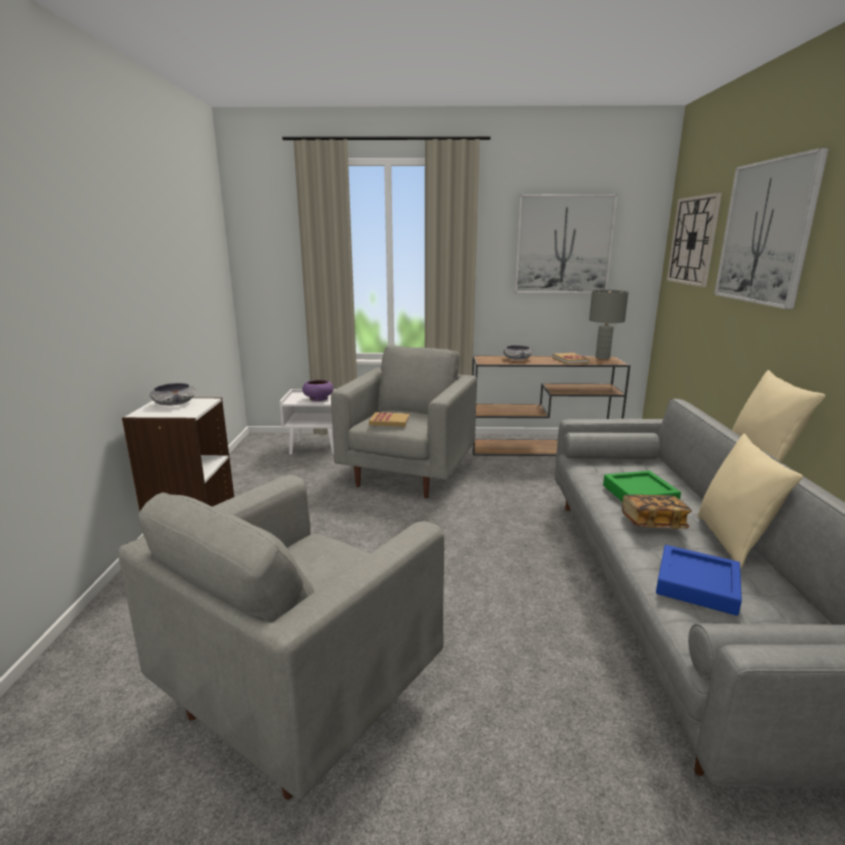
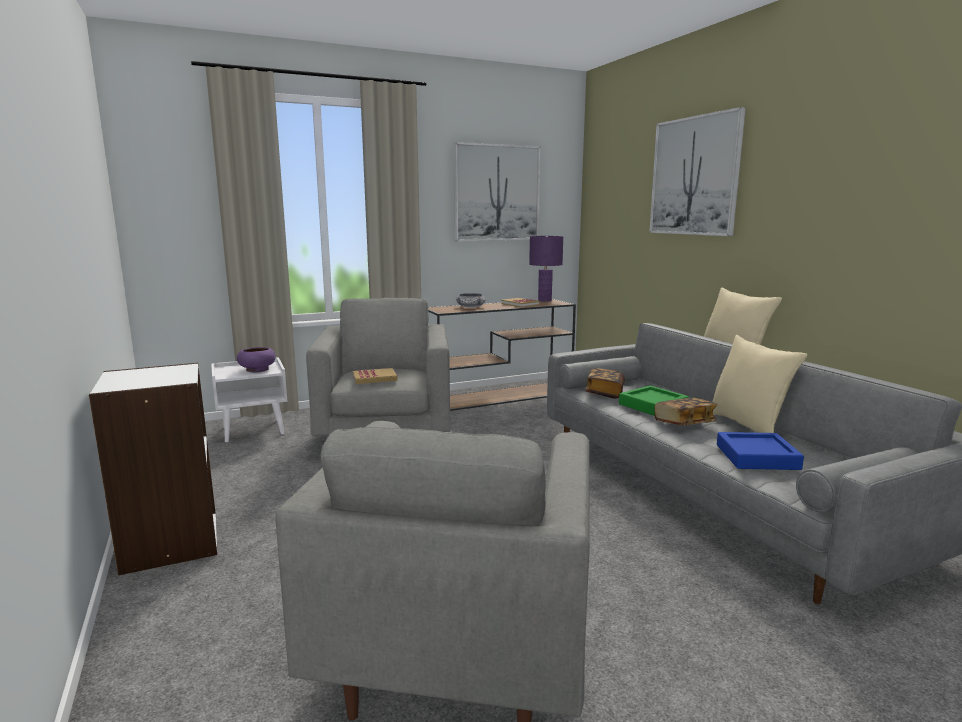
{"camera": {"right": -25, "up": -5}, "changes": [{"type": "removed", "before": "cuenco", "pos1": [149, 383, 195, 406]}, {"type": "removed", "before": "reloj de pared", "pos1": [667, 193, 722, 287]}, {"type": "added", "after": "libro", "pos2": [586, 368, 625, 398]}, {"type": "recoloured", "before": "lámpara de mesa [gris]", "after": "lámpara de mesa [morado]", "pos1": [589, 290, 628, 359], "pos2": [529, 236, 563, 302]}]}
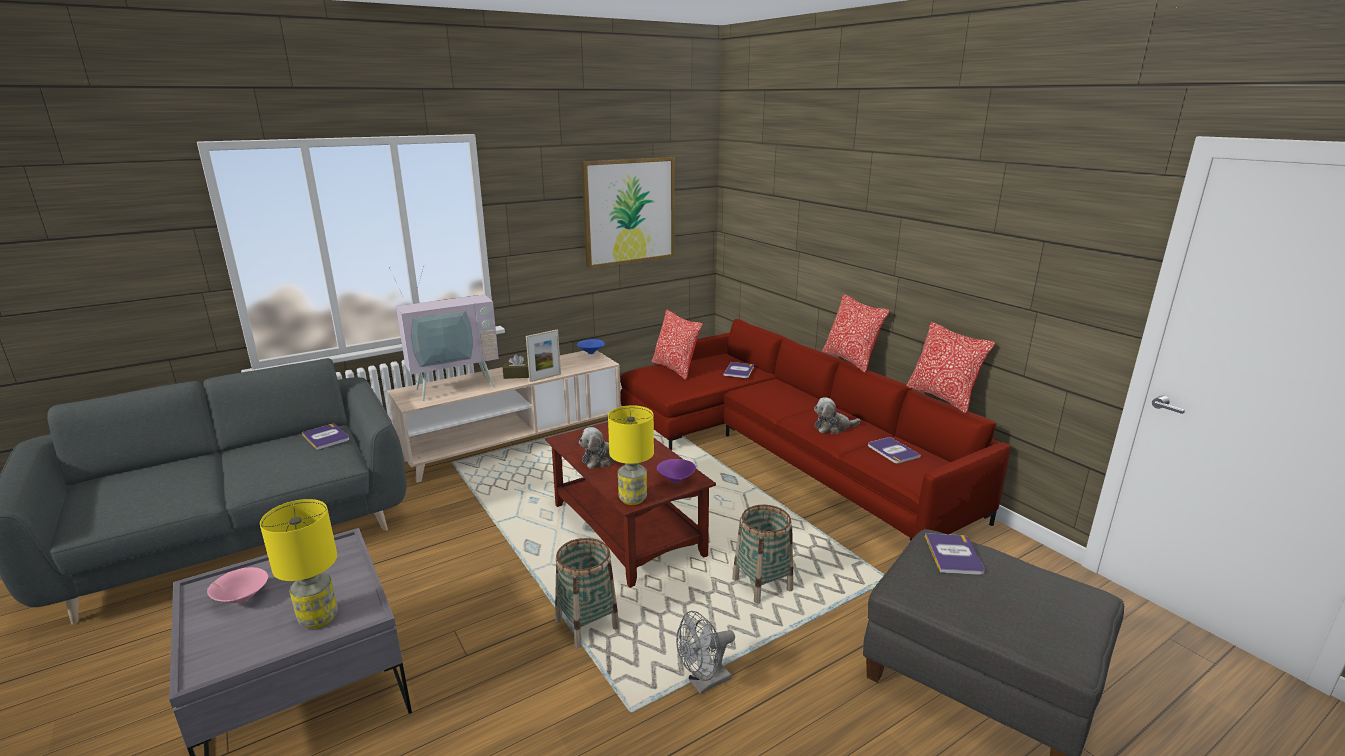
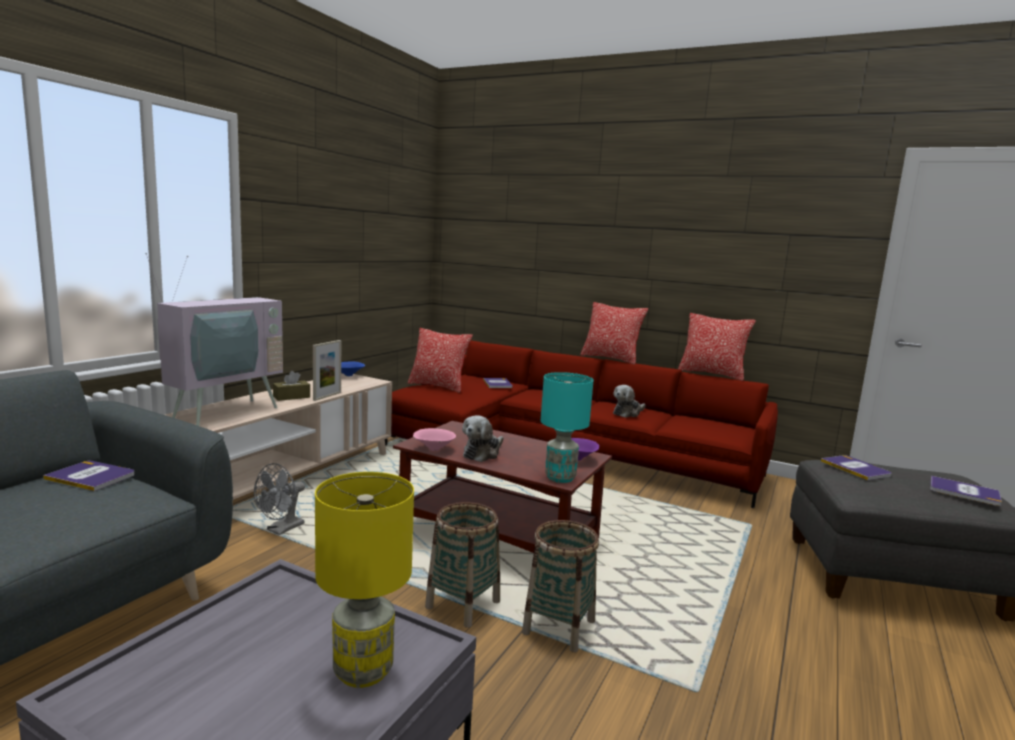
{"camera": {"right": -30, "up": -10}, "changes": [{"type": "removed", "before": "cuadro", "pos1": [581, 157, 675, 268]}, {"type": "moved", "before": "cuenco [rosa]", "pos1": [207, 567, 268, 603], "pos2": [413, 428, 456, 451]}, {"type": "moved", "before": "ventilador [gris]", "pos1": [676, 611, 735, 694], "pos2": [254, 463, 305, 535]}, {"type": "moved", "before": "cesta", "pos1": [732, 505, 793, 604], "pos2": [425, 502, 500, 628]}, {"type": "moved", "before": "libro", "pos1": [868, 437, 921, 463], "pos2": [930, 476, 1002, 506]}, {"type": "recoloured", "before": "lámpara de mesa [amarillo]", "after": "lámpara de mesa [turquesa]", "pos1": [608, 405, 654, 505], "pos2": [541, 372, 594, 483]}]}
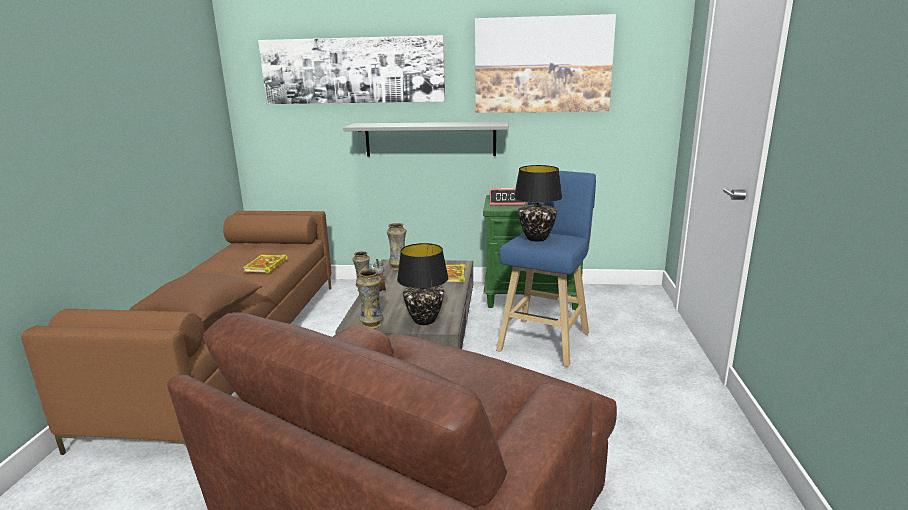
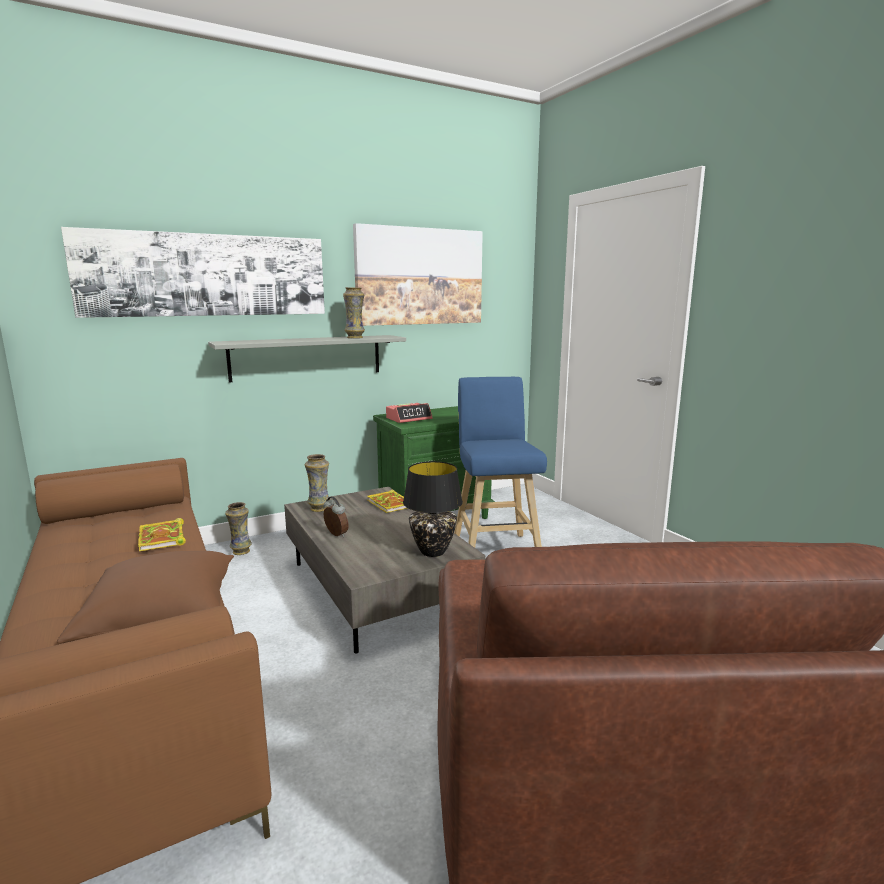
{"camera": {"right": -35, "up": -5}, "changes": [{"type": "removed", "before": "lámpara de mesa [negro]", "pos1": [514, 165, 563, 242]}, {"type": "moved", "before": "florero", "pos1": [356, 269, 383, 329], "pos2": [343, 287, 365, 338]}]}
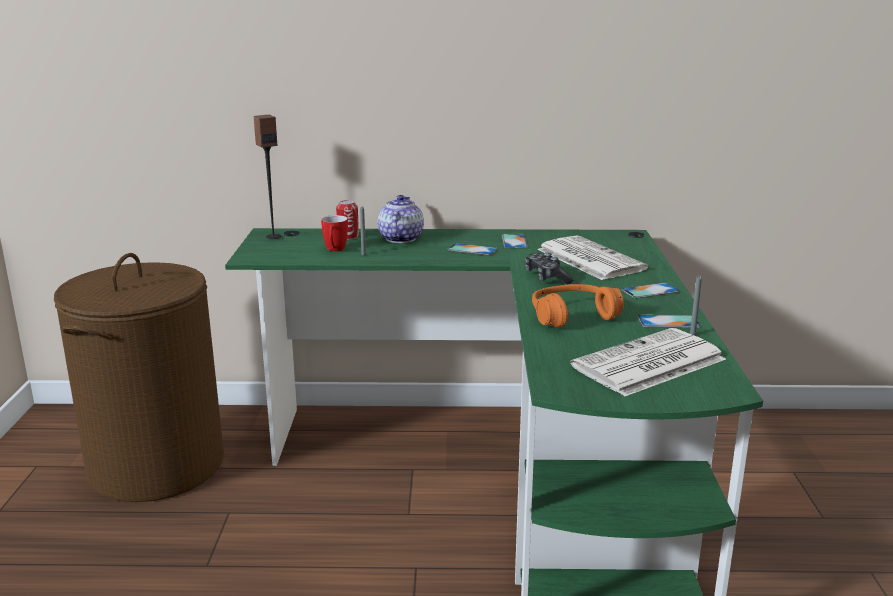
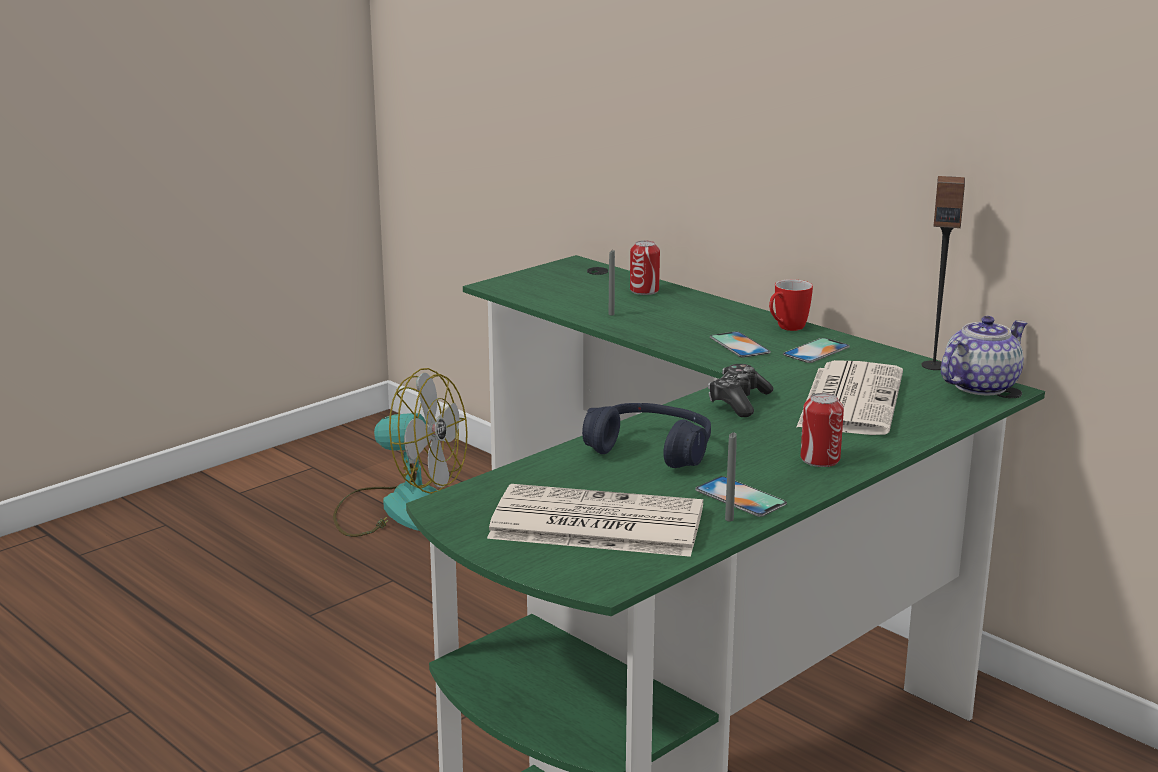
{"camera": {"right": 45, "up": 0}, "changes": [{"type": "moved", "before": "altavoz", "pos1": [254, 115, 281, 239], "pos2": [921, 176, 965, 370]}, {"type": "moved", "before": "taza grande", "pos1": [321, 215, 348, 251], "pos2": [769, 279, 813, 331]}, {"type": "moved", "before": "tetera", "pos1": [377, 195, 424, 243], "pos2": [941, 316, 1027, 396]}, {"type": "replaced", "before": "cesto de la ropa [marrón]", "after": "ventilador", "pos1": [54, 253, 224, 502], "pos2": [333, 368, 468, 537]}, {"type": "replaced", "before": "móvil", "after": "lata", "pos1": [621, 282, 680, 298], "pos2": [800, 393, 844, 467]}, {"type": "recoloured", "before": "auriculares [naranja]", "after": "auriculares [azul]", "pos1": [532, 284, 624, 327], "pos2": [582, 403, 711, 468]}]}
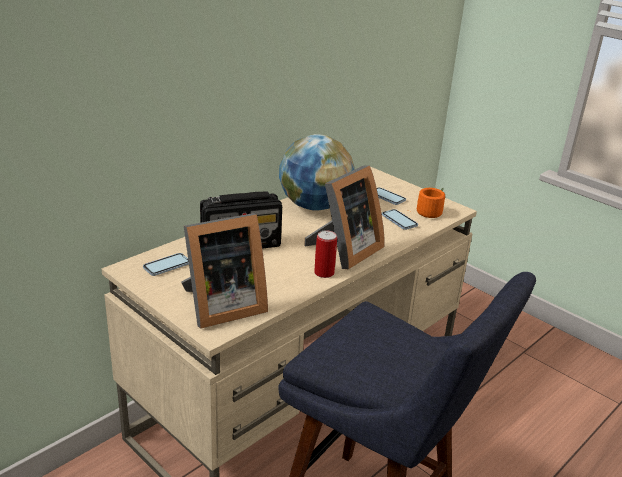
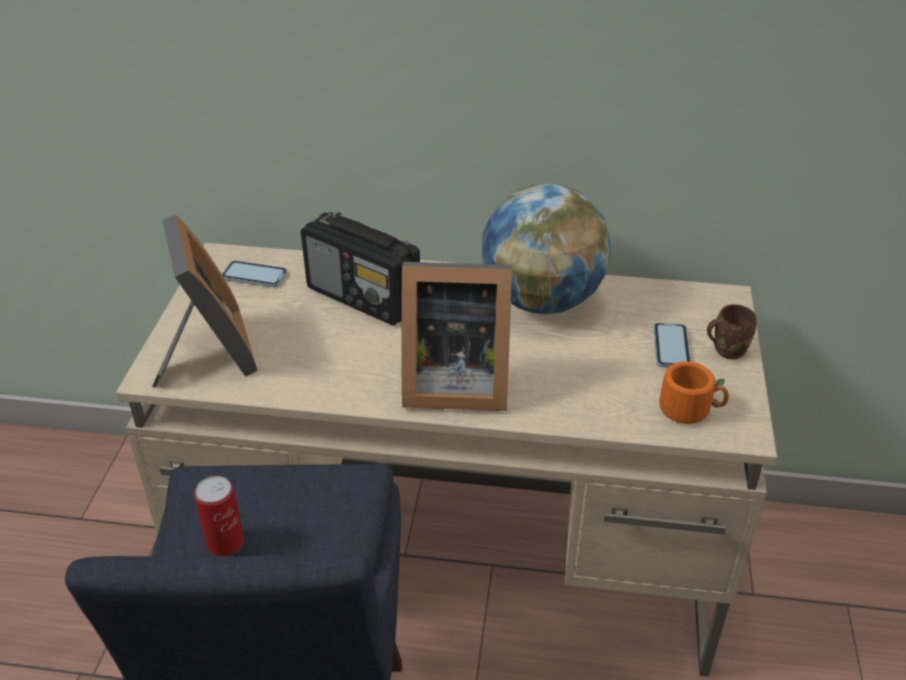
{"camera": {"right": 55, "up": 10}, "changes": [{"type": "removed", "before": "móvil", "pos1": [382, 209, 418, 230]}, {"type": "added", "after": "taza grande [marrón]", "pos2": [707, 304, 757, 359]}, {"type": "moved", "before": "lata", "pos1": [314, 230, 337, 278], "pos2": [194, 476, 244, 557]}, {"type": "turned", "before": "portarretratos", "pos1": [181, 213, 268, 329], "pos2": [152, 214, 257, 388], "turn": -135}]}
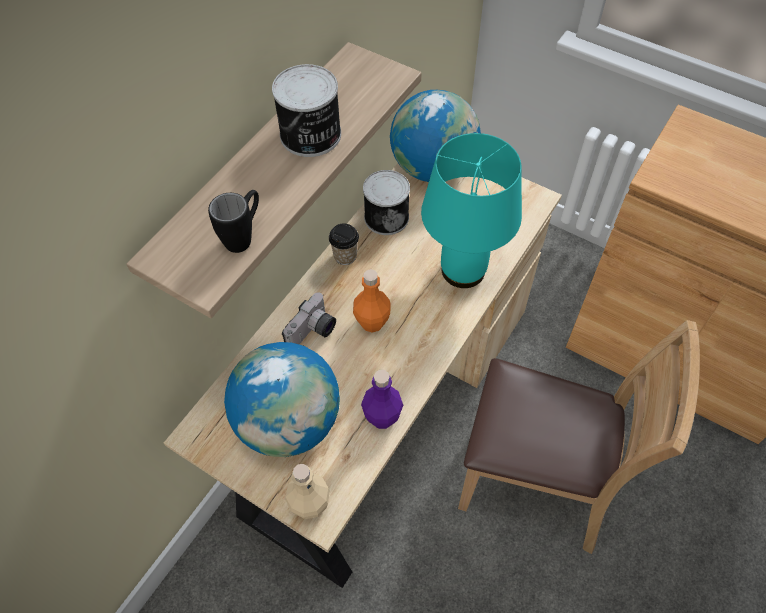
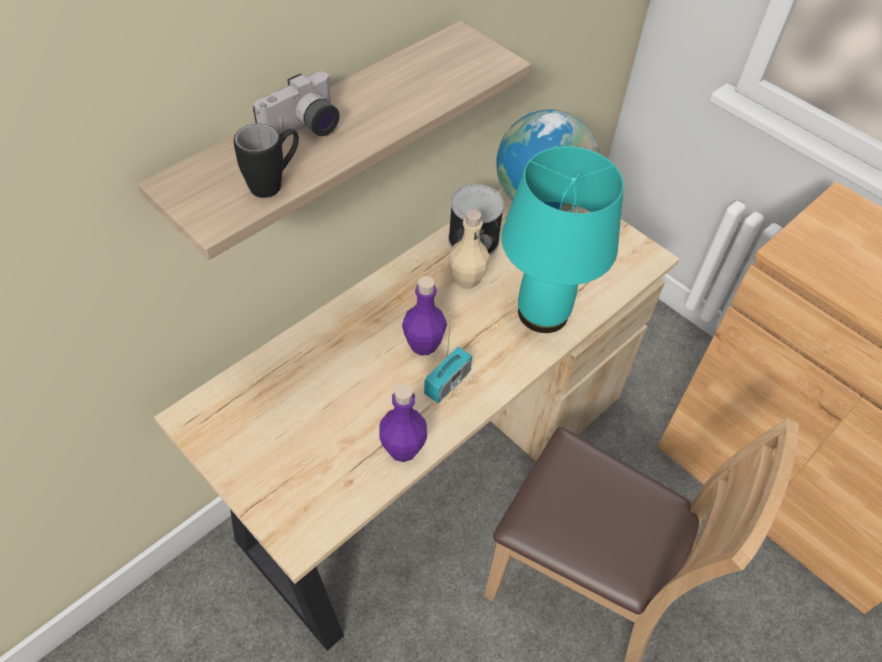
{"camera": {"right": 10, "up": -5}, "changes": [{"type": "removed", "before": "globo terráqueo", "pos1": [224, 342, 340, 457]}, {"type": "removed", "before": "lata", "pos1": [272, 64, 341, 157]}, {"type": "removed", "before": "taza", "pos1": [329, 224, 359, 265]}, {"type": "added", "after": "radio", "pos2": [424, 328, 473, 403]}, {"type": "moved", "before": "cámara", "pos1": [282, 292, 336, 344], "pos2": [253, 72, 340, 136]}, {"type": "moved", "before": "botella [beis]", "pos1": [285, 464, 330, 519], "pos2": [448, 210, 490, 289]}, {"type": "recoloured", "before": "botella [naranja]", "after": "botella [morado]", "pos1": [353, 269, 391, 333], "pos2": [402, 276, 447, 355]}]}
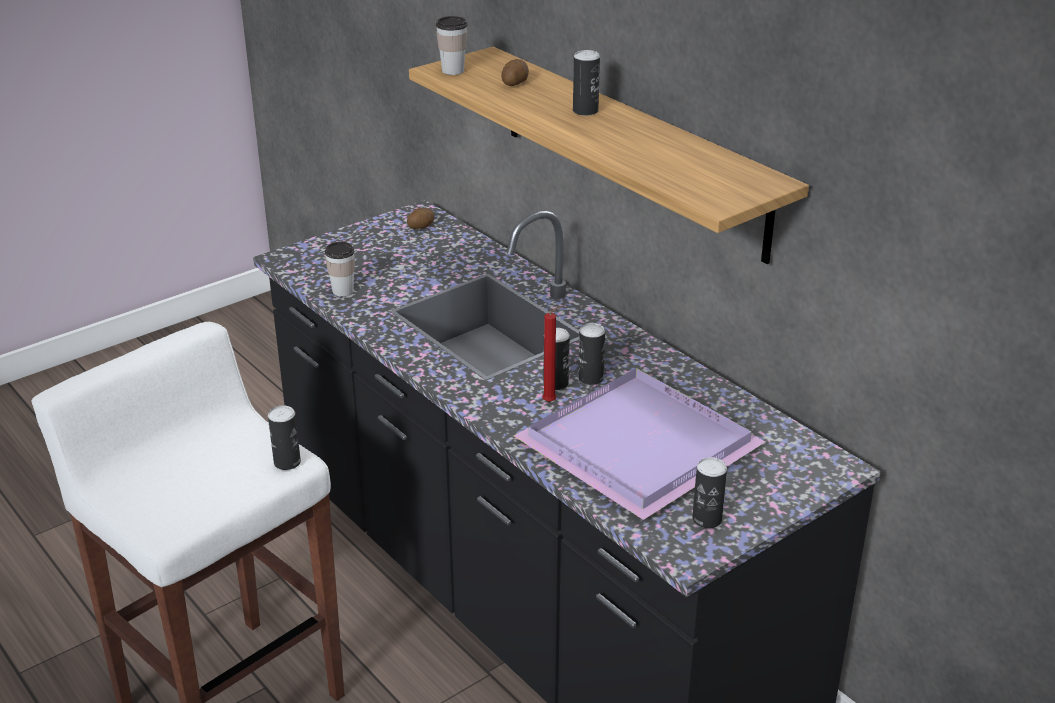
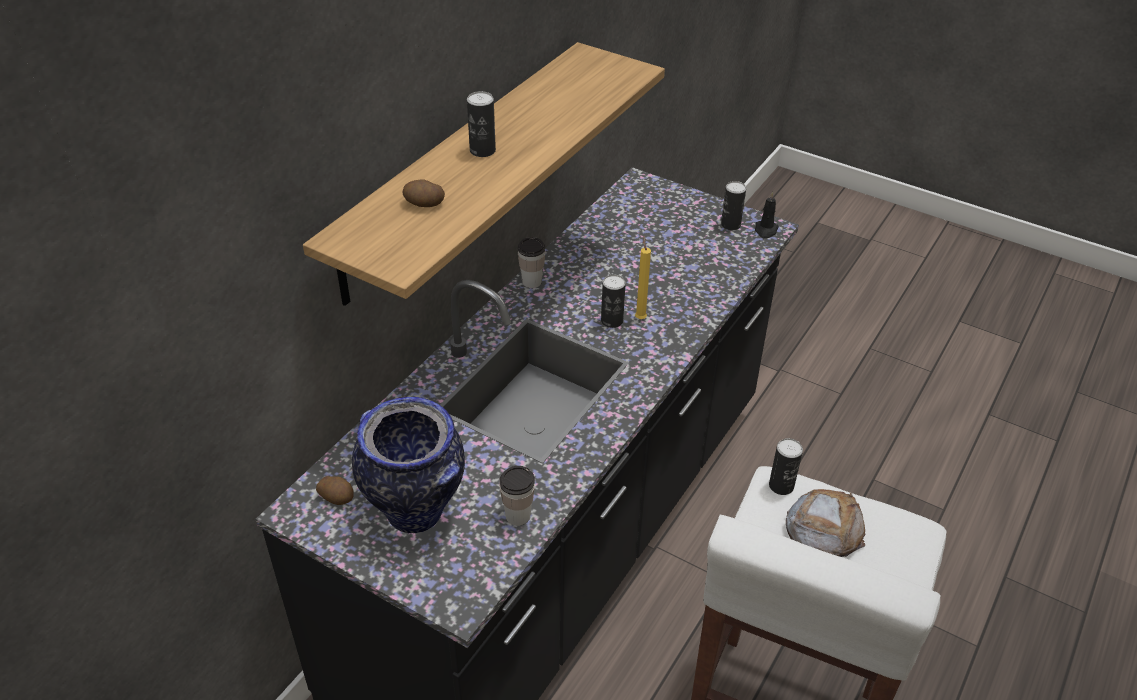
{"camera": {"right": -110, "up": 10}, "changes": [{"type": "removed", "before": "bandeja [morado]", "pos1": [514, 368, 765, 520]}, {"type": "removed", "before": "lata", "pos1": [578, 323, 605, 385]}, {"type": "added", "after": "florero", "pos2": [352, 397, 465, 533]}, {"type": "added", "after": "vela [negro]", "pos2": [755, 191, 779, 239]}, {"type": "added", "after": "pan", "pos2": [786, 489, 866, 557]}, {"type": "moved", "before": "taza", "pos1": [436, 16, 468, 75], "pos2": [518, 237, 545, 288]}, {"type": "recoloured", "before": "vela [rojo]", "after": "vela [amarillo]", "pos1": [543, 306, 562, 402], "pos2": [635, 236, 651, 319]}]}
